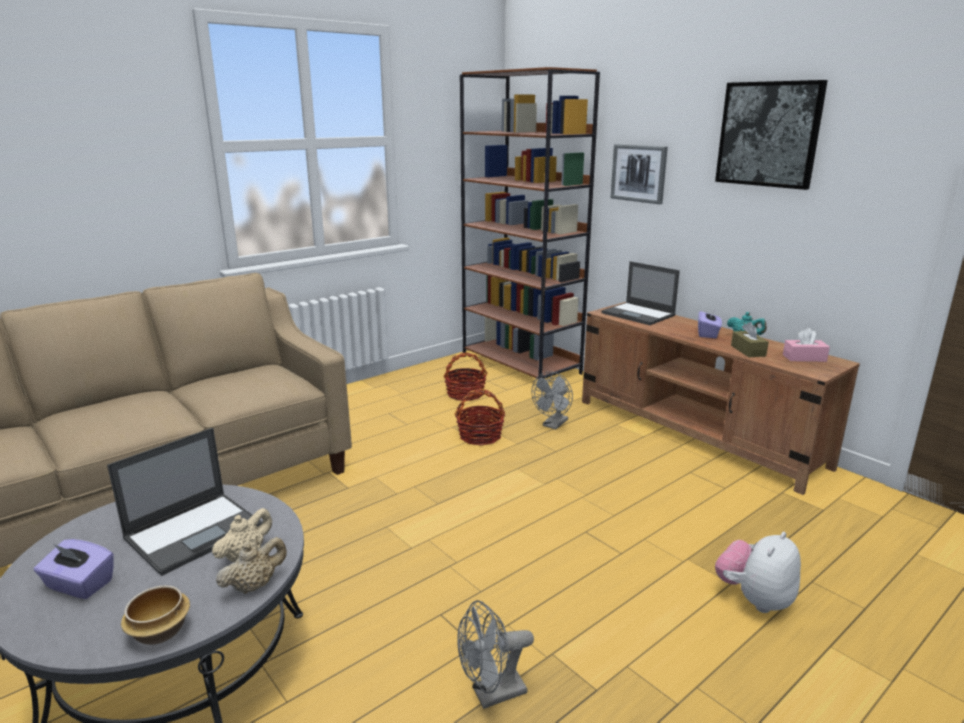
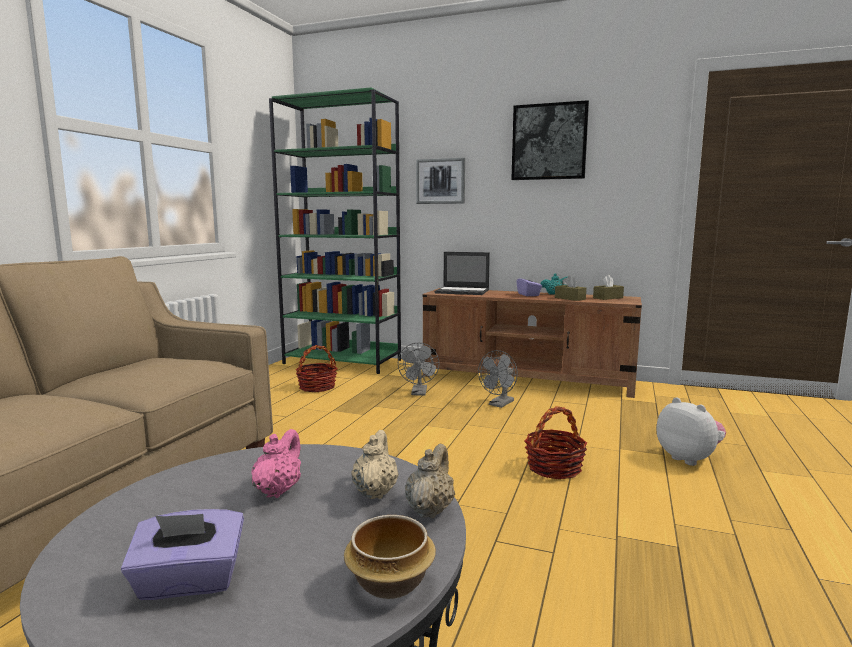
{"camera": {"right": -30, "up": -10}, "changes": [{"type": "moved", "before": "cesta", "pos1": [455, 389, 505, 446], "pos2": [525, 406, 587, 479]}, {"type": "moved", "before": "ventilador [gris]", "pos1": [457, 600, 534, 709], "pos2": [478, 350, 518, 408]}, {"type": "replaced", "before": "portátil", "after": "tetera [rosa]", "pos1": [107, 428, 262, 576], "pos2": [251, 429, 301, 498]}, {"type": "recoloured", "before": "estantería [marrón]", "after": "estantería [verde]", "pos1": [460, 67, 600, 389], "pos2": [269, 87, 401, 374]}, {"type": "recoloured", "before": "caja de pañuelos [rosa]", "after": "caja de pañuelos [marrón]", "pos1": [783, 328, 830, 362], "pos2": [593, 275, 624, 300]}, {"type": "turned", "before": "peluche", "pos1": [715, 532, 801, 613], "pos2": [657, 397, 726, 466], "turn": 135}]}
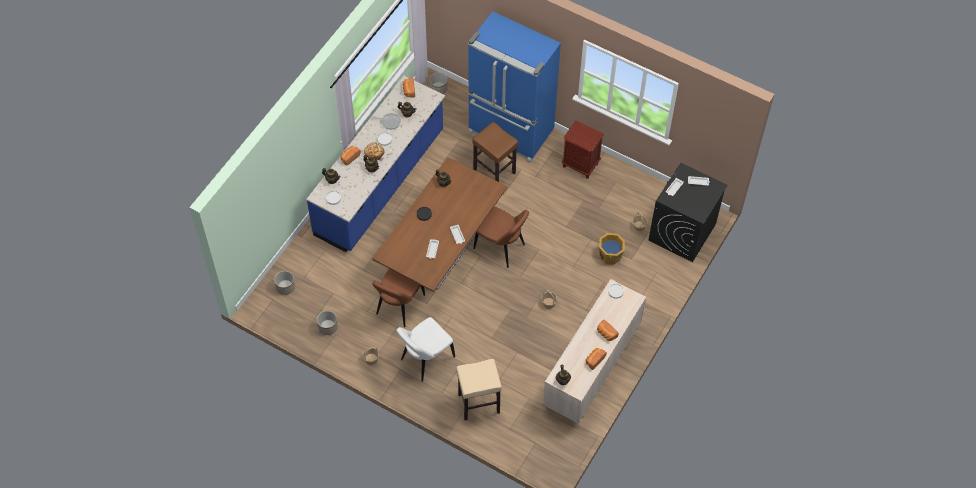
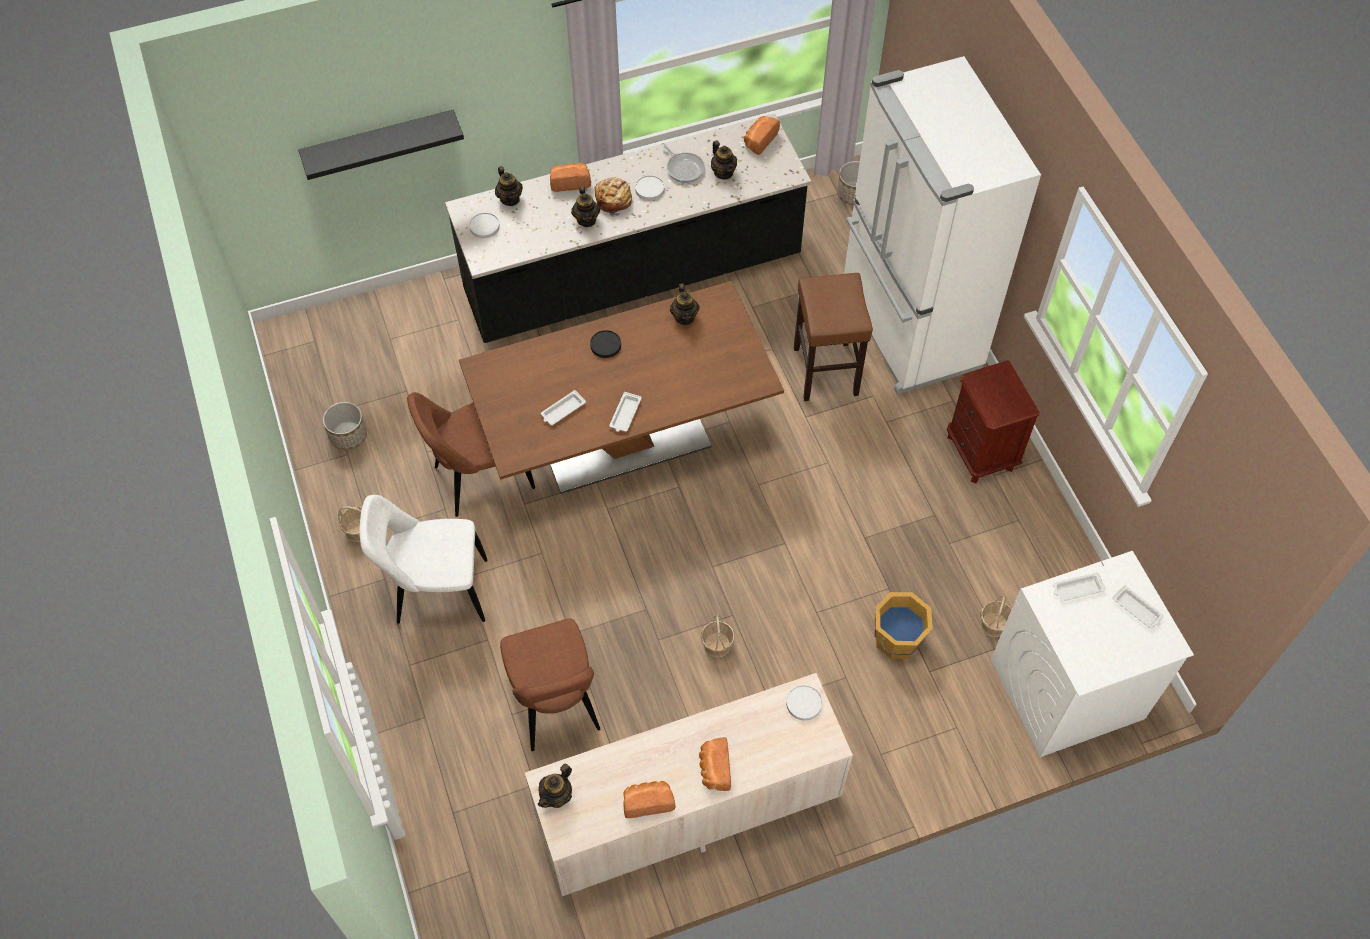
{"camera": {"right": 40, "up": 0}, "changes": [{"type": "removed", "before": "maceta", "pos1": [274, 271, 295, 295]}, {"type": "removed", "before": "taburete [beis]", "pos1": [456, 359, 502, 420]}, {"type": "added", "after": "estante [negro]", "pos2": [298, 110, 464, 180]}, {"type": "moved", "before": "silla [marrón]", "pos1": [473, 207, 529, 268], "pos2": [500, 618, 600, 751]}, {"type": "recoloured", "before": "mueble bajo de cocina [azul]", "after": "mueble bajo de cocina [negro]", "pos1": [306, 76, 445, 252], "pos2": [445, 114, 811, 343]}, {"type": "recoloured", "before": "nevera [azul]", "after": "nevera [blanco]", "pos1": [468, 11, 561, 163], "pos2": [844, 56, 1041, 395]}, {"type": "recoloured", "before": "lavadora [negro]", "after": "lavadora [blanco]", "pos1": [649, 163, 728, 262], "pos2": [991, 551, 1194, 757]}]}
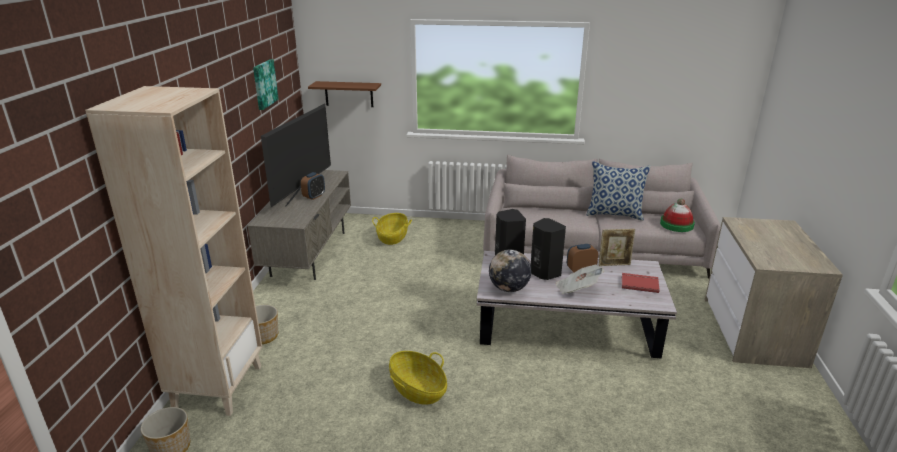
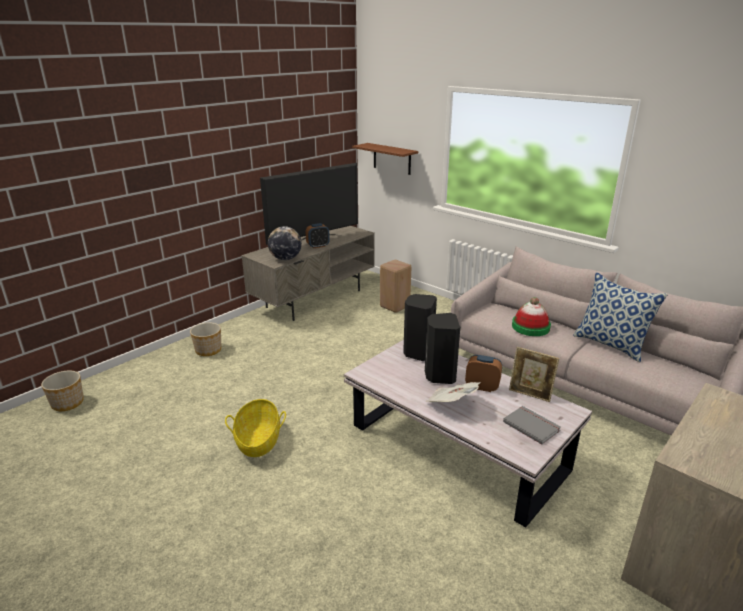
{"camera": {"right": 35, "up": 0}, "changes": [{"type": "removed", "before": "estantería [beis]", "pos1": [85, 86, 262, 416]}, {"type": "removed", "before": "cuadro", "pos1": [253, 59, 279, 110]}, {"type": "moved", "before": "globo terráqueo", "pos1": [489, 250, 531, 292], "pos2": [268, 226, 302, 260]}, {"type": "moved", "before": "sombrero", "pos1": [660, 199, 695, 232], "pos2": [512, 297, 551, 336]}, {"type": "replaced", "before": "cesta", "after": "taburete [beis]", "pos1": [372, 213, 412, 245], "pos2": [380, 260, 411, 313]}, {"type": "recoloured", "before": "libro [rojo]", "after": "libro [gris]", "pos1": [622, 273, 659, 293], "pos2": [503, 406, 561, 444]}]}
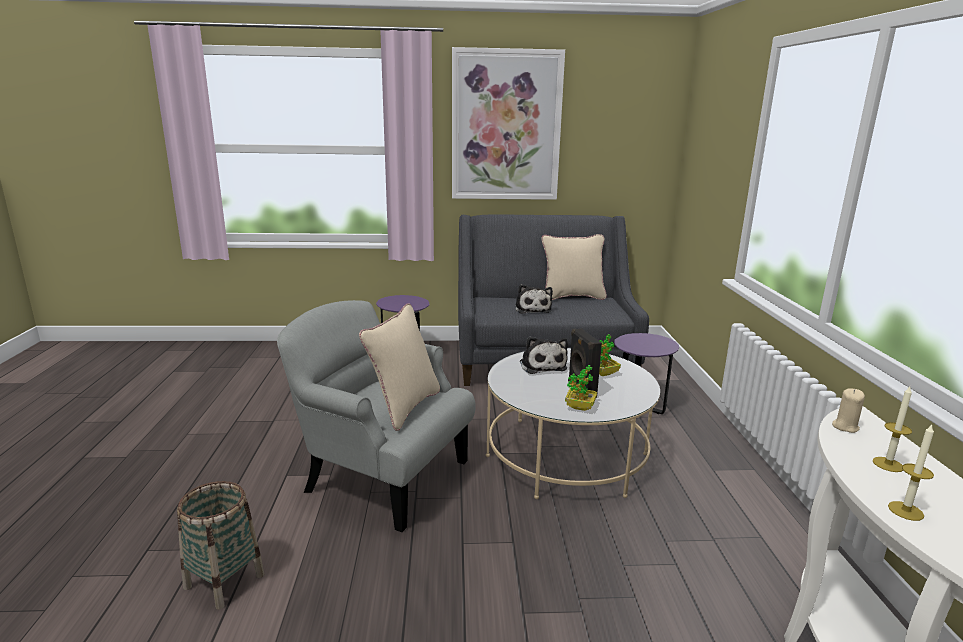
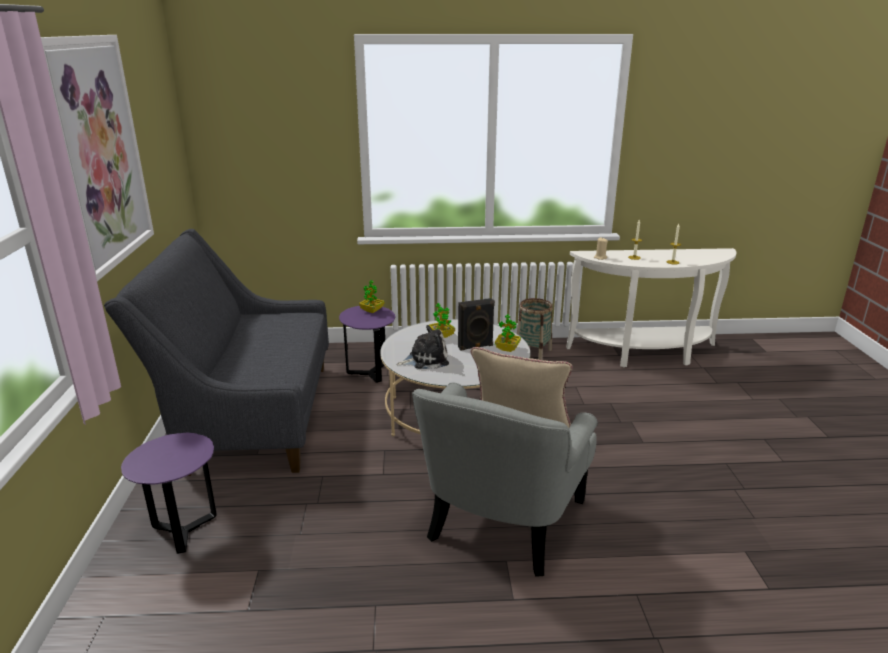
{"camera": {"right": -90, "up": 5}, "changes": [{"type": "removed", "before": "peluche", "pos1": [515, 284, 553, 314]}, {"type": "removed", "before": "cojín [beis]", "pos1": [542, 234, 607, 300]}, {"type": "added", "after": "planta en maceta", "pos2": [359, 280, 384, 313]}, {"type": "moved", "before": "cesta", "pos1": [177, 481, 264, 610], "pos2": [517, 298, 553, 360]}]}
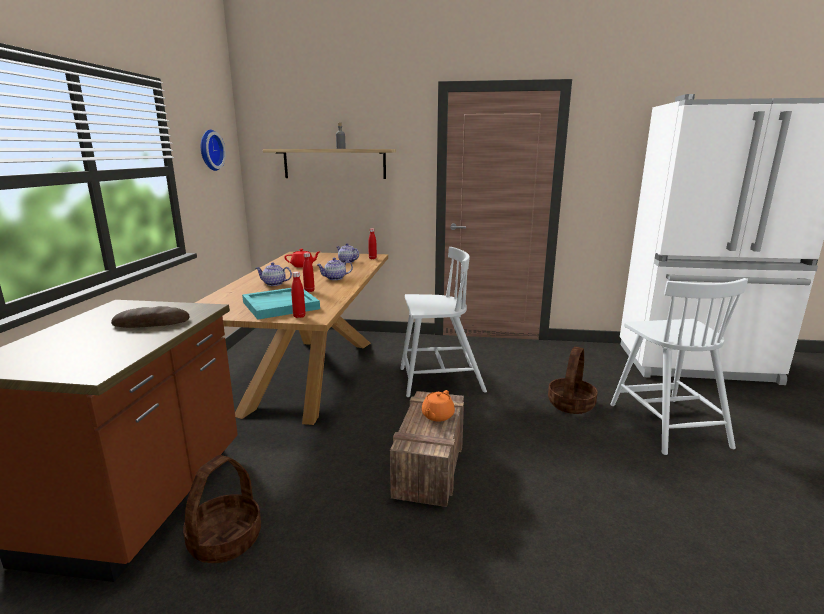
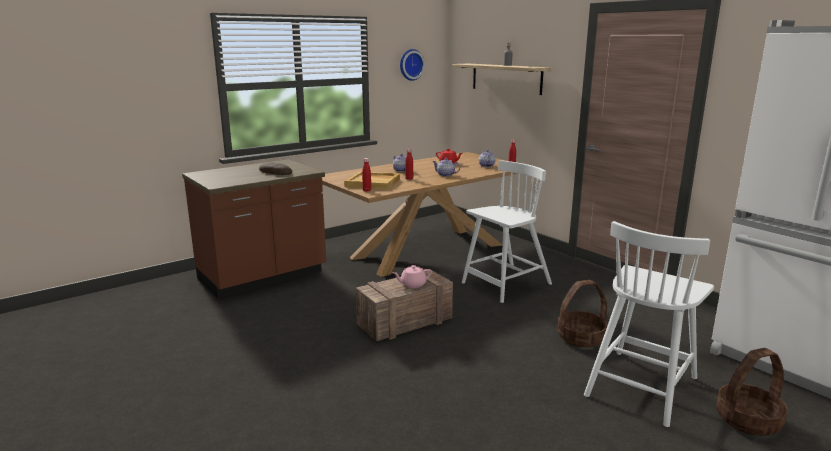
{"camera": {"right": 45, "up": 0}, "changes": [{"type": "moved", "before": "cesta", "pos1": [183, 455, 261, 563], "pos2": [716, 348, 788, 436]}, {"type": "recoloured", "before": "bandeja [turquesa]", "after": "bandeja [beis]", "pos1": [242, 288, 320, 320], "pos2": [344, 171, 400, 190]}, {"type": "recoloured", "before": "tetera [naranja]", "after": "tetera [rosa]", "pos1": [422, 390, 455, 422], "pos2": [392, 265, 432, 288]}, {"type": "turned", "before": "silla [blanco]", "pos1": [400, 247, 487, 397], "pos2": [462, 160, 552, 303], "turn": -75}]}
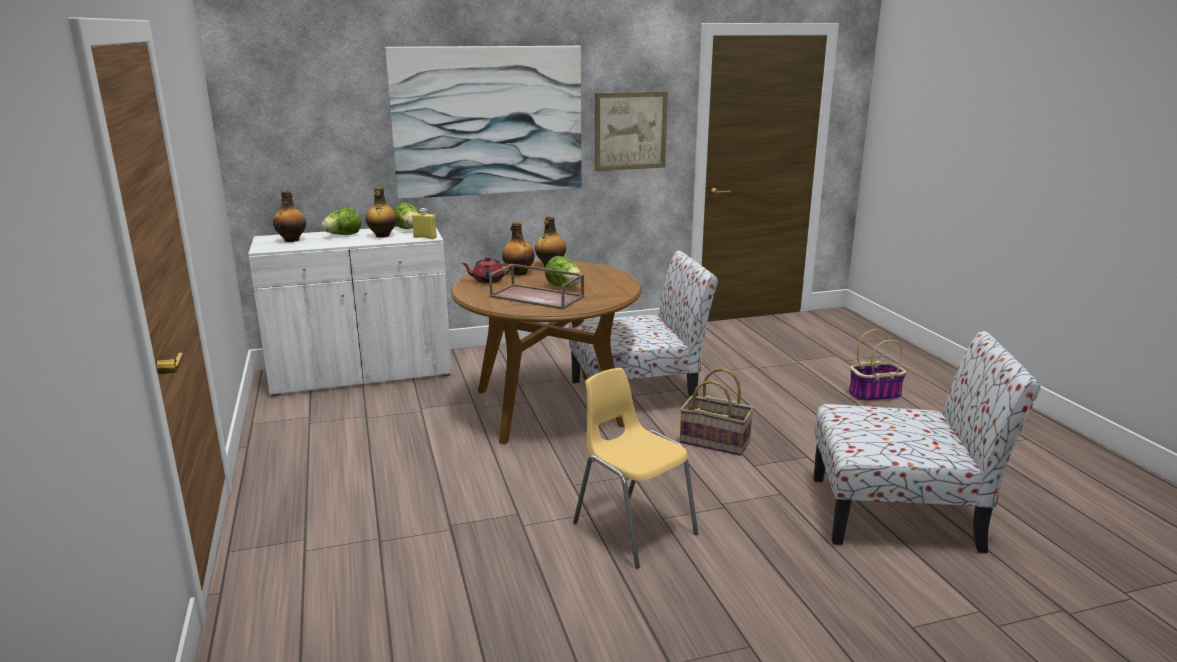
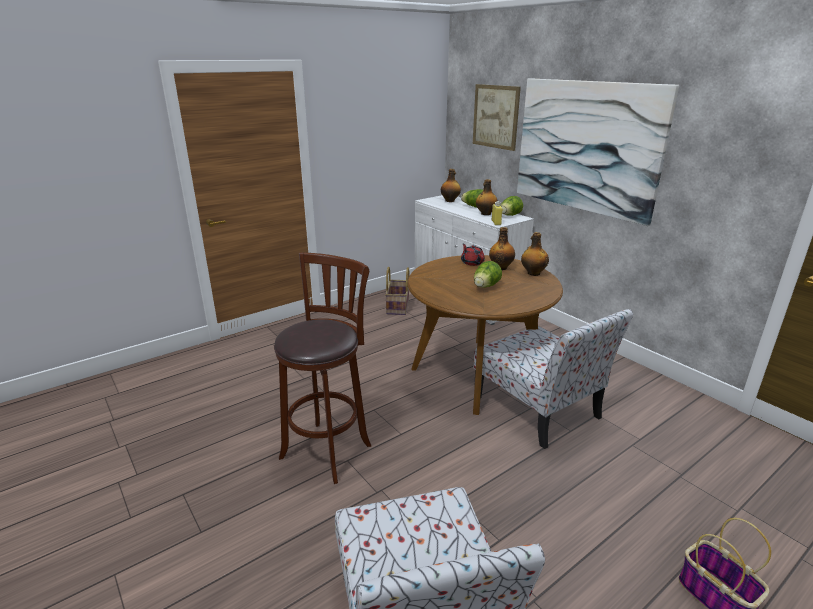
{"camera": {"right": 70, "up": 5}, "changes": [{"type": "removed", "before": "bandeja [marrón]", "pos1": [489, 264, 585, 310]}, {"type": "moved", "before": "cuadro", "pos1": [595, 91, 668, 171], "pos2": [473, 84, 521, 151]}, {"type": "moved", "before": "cesta", "pos1": [680, 368, 754, 456], "pos2": [385, 267, 409, 315]}, {"type": "replaced", "before": "silla [amarillo]", "after": "taburete [marrón]", "pos1": [573, 368, 698, 569], "pos2": [274, 252, 371, 484]}]}
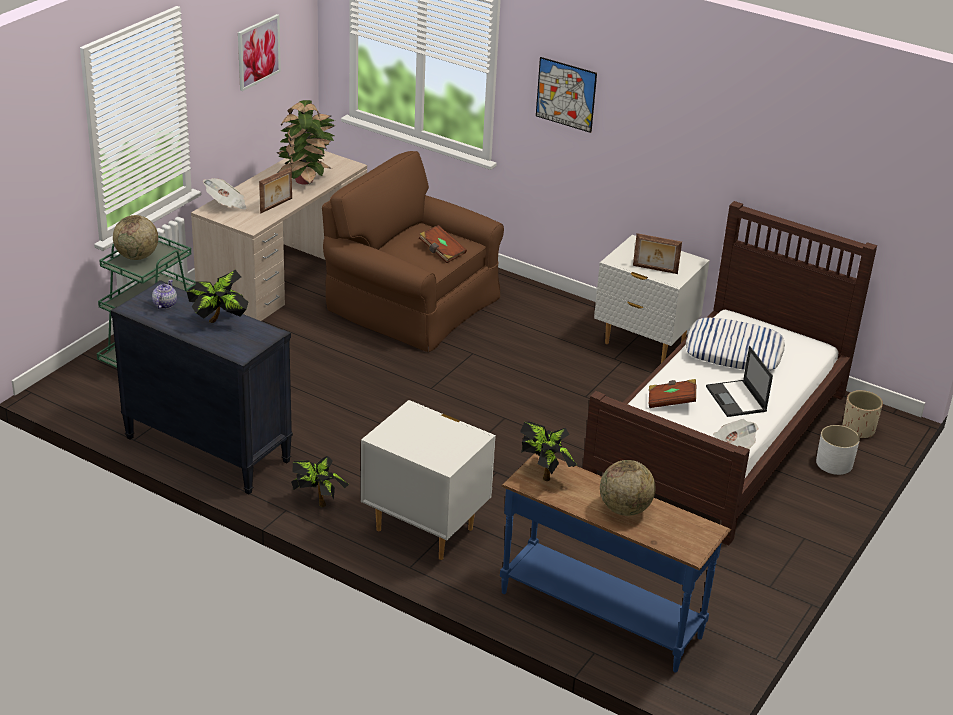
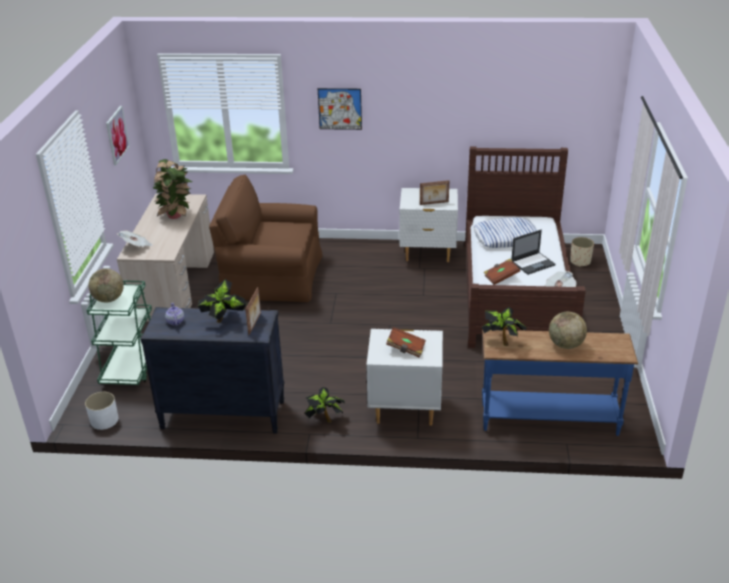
{"camera": {"right": -25, "up": 0}, "changes": [{"type": "moved", "before": "portarretratos", "pos1": [259, 167, 292, 213], "pos2": [245, 287, 261, 335]}, {"type": "moved", "before": "libro [marrón]", "pos1": [419, 225, 467, 263], "pos2": [386, 327, 426, 358]}, {"type": "moved", "before": "maceta [blanco]", "pos1": [816, 425, 860, 475], "pos2": [85, 392, 118, 430]}, {"type": "turned", "before": "portátil", "pos1": [706, 346, 773, 417], "pos2": [511, 230, 556, 275], "turn": -75}]}
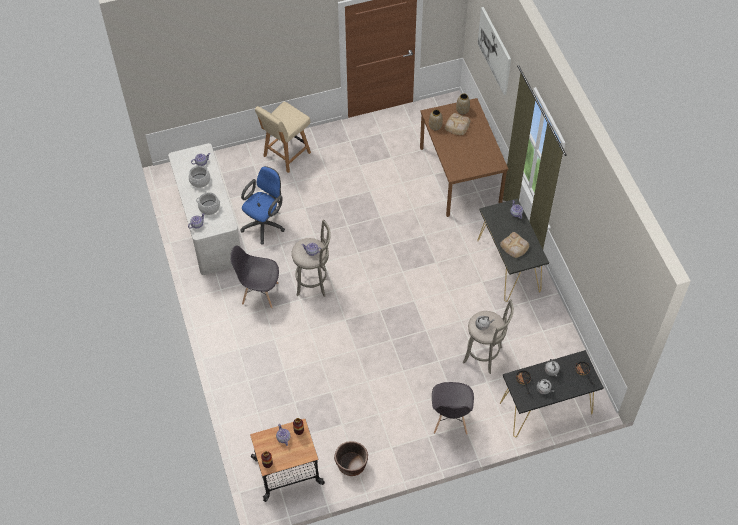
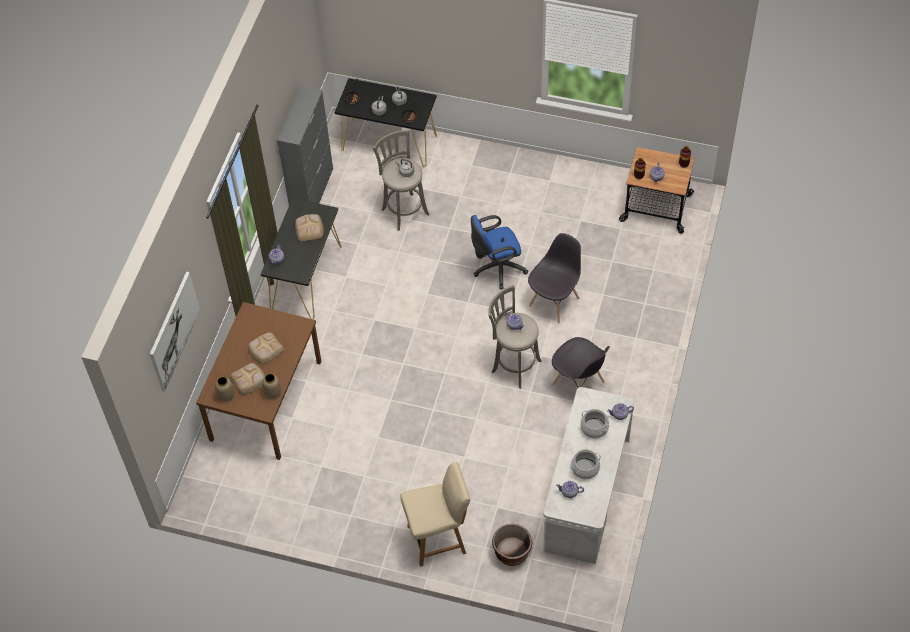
{"camera": {"right": -145, "up": 0}, "changes": [{"type": "added", "after": "pan", "pos2": [248, 332, 284, 364]}, {"type": "added", "after": "armario [gris]", "pos2": [277, 86, 333, 204]}, {"type": "moved", "before": "silla de oficina [azul]", "pos1": [240, 166, 285, 245], "pos2": [471, 215, 528, 289]}, {"type": "moved", "before": "maceta [marrón]", "pos1": [334, 441, 368, 476], "pos2": [492, 524, 532, 566]}, {"type": "moved", "before": "silla [gris]", "pos1": [432, 382, 474, 435], "pos2": [528, 233, 581, 323]}]}
